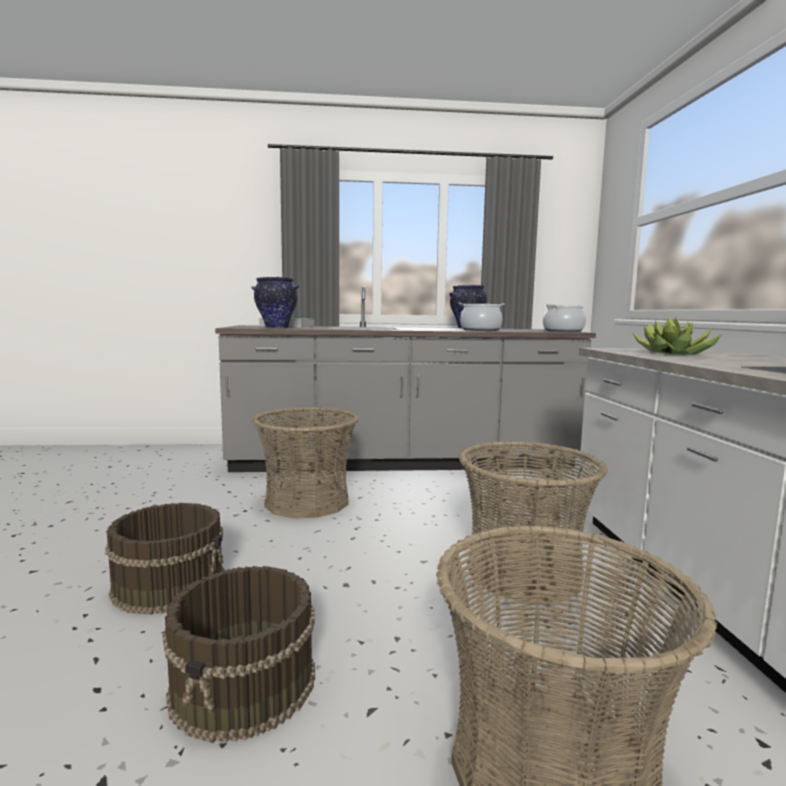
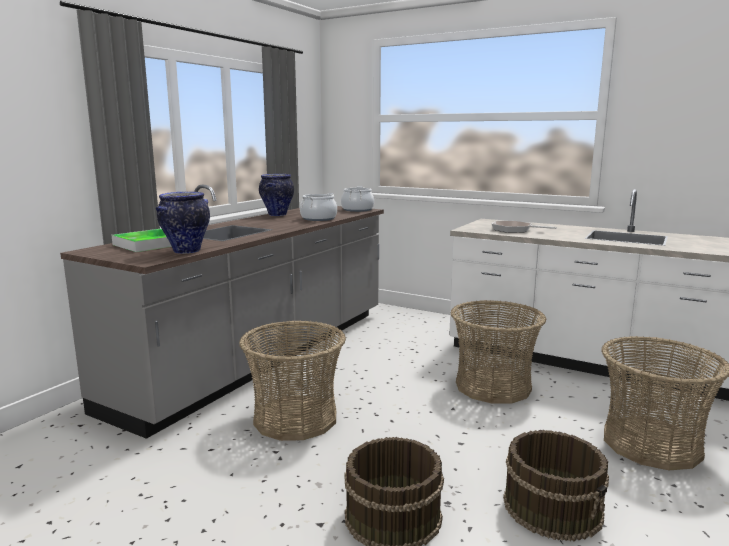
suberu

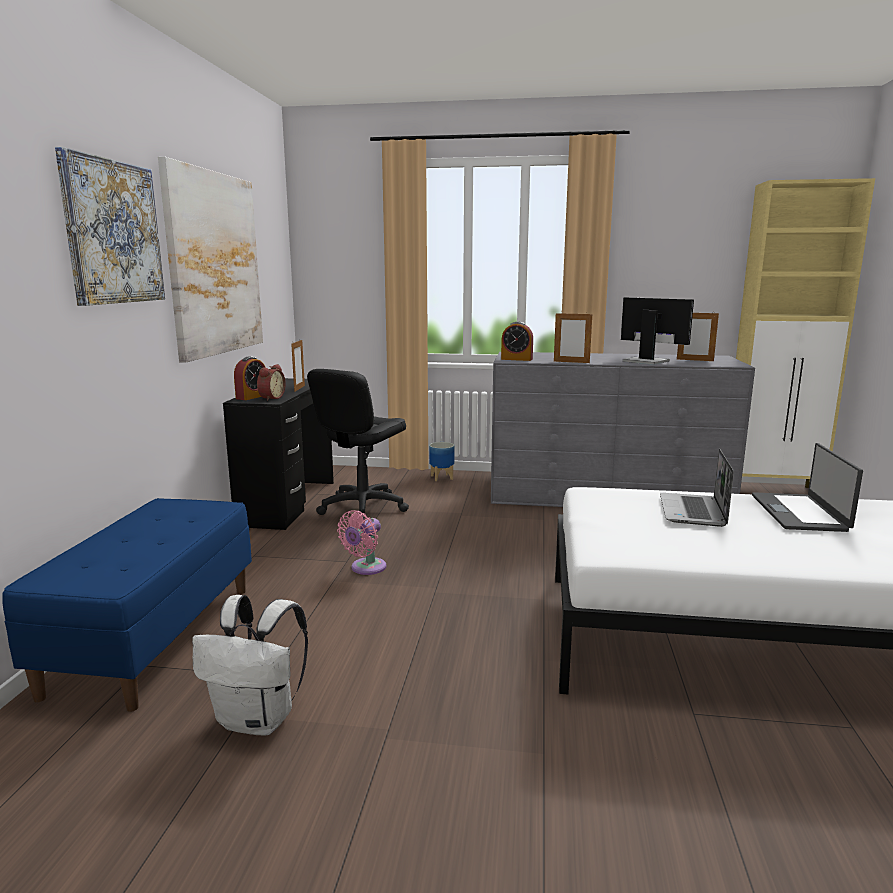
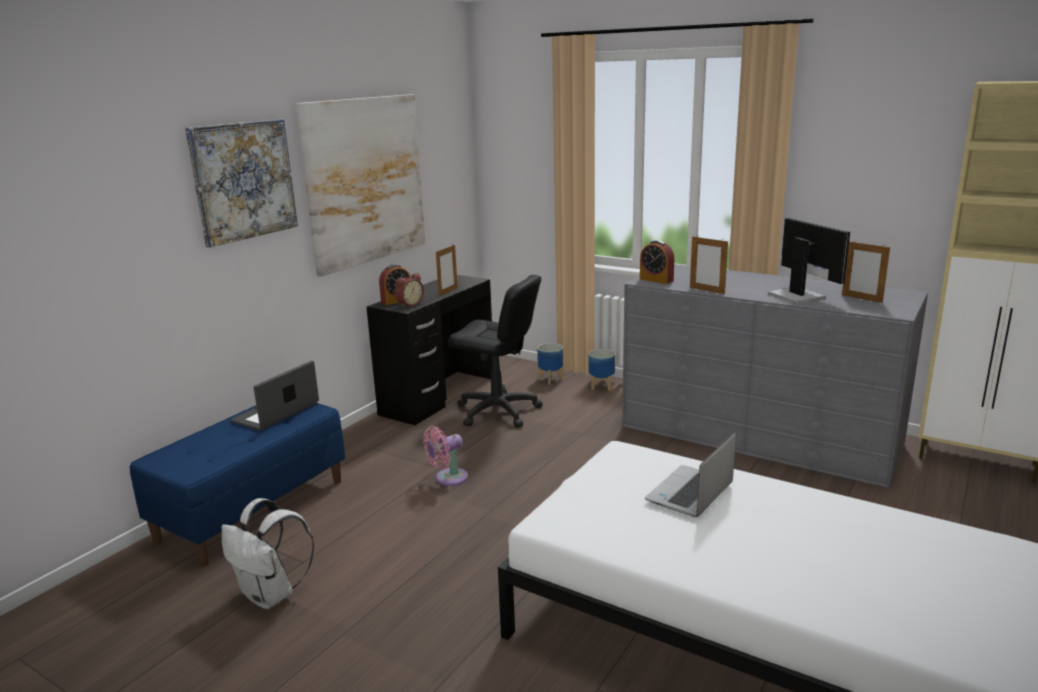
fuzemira (no. 1 from left)
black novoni
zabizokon (no. 1 from left)

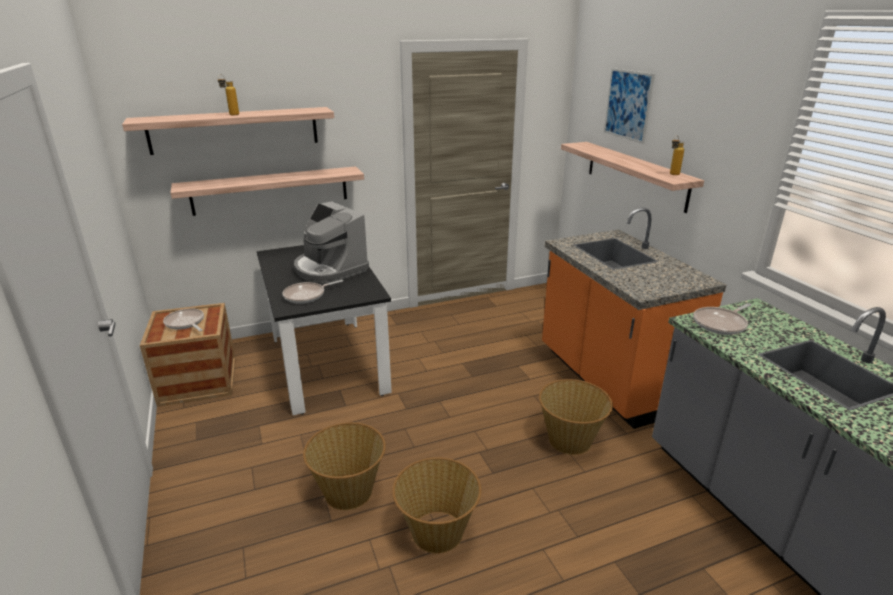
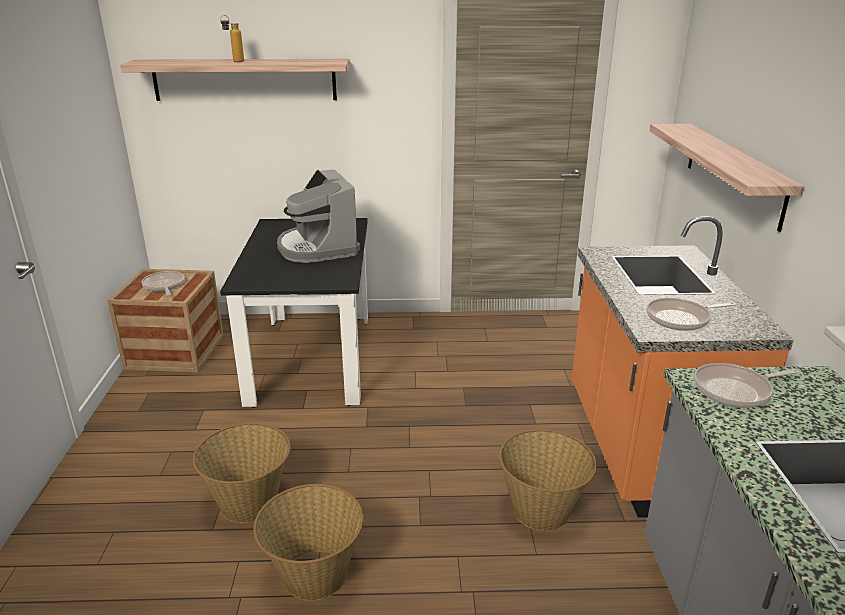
suberu (no. 2 from left)
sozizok (no. 2 from left in the first image)
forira
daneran (no. 2 from left in the first image)

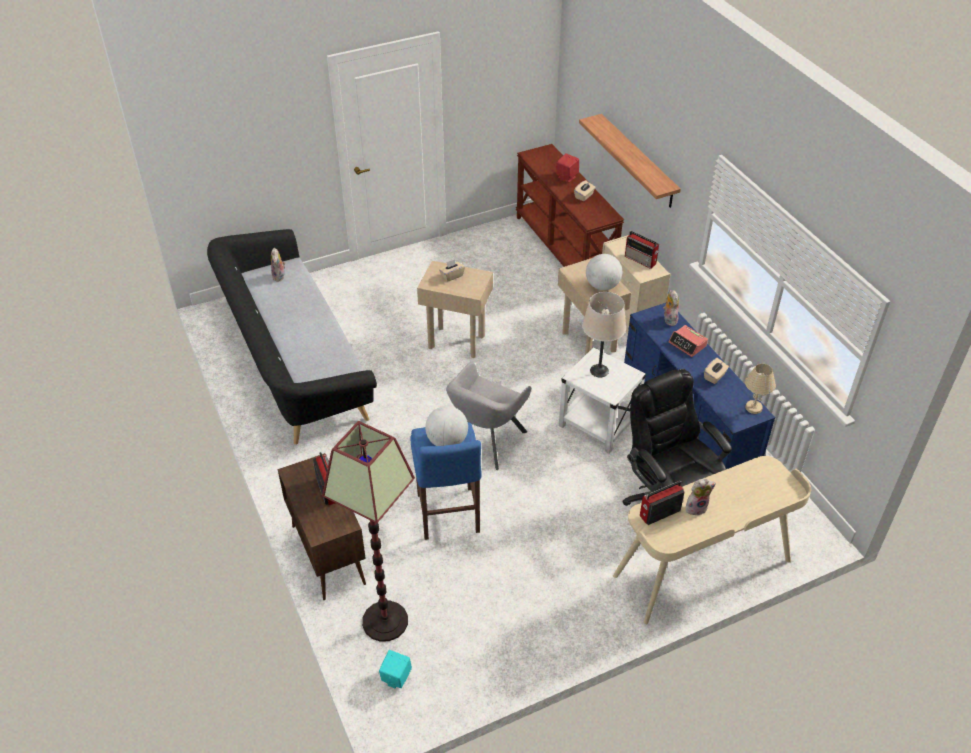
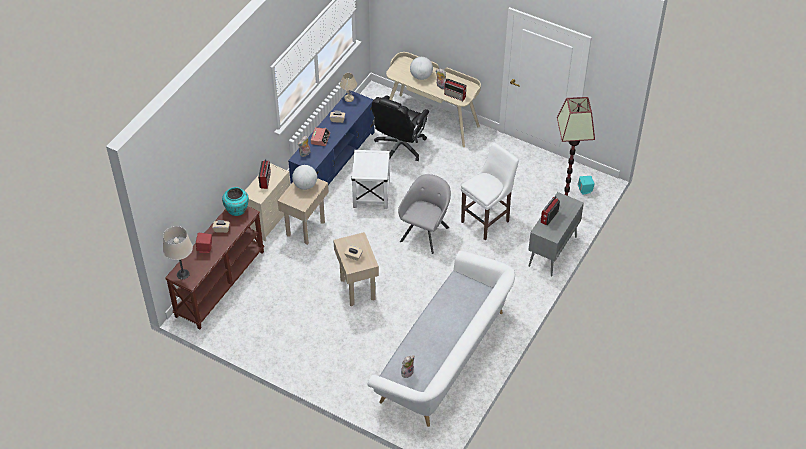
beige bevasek (no. 1 from left)
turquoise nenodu
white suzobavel
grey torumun
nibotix (no. 2 from left)
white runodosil
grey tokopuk
sozizok

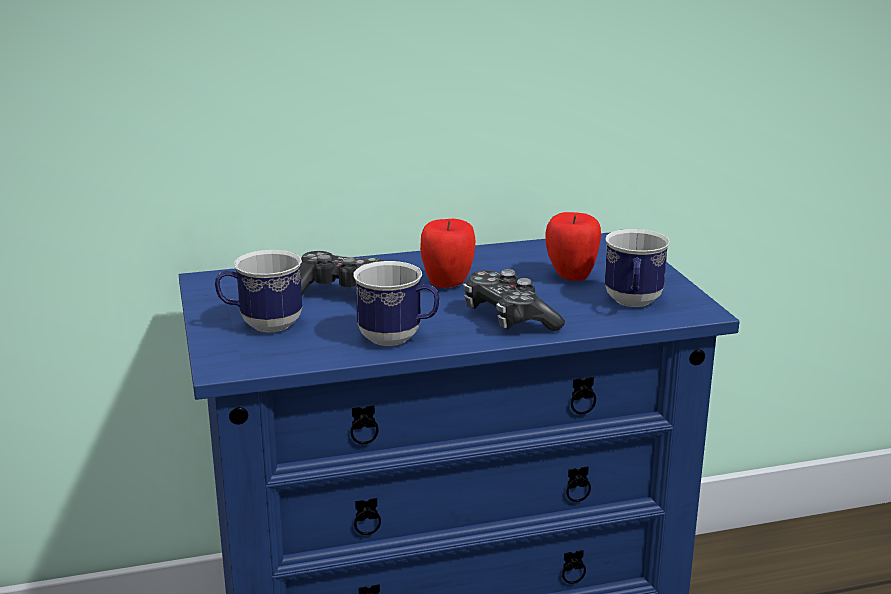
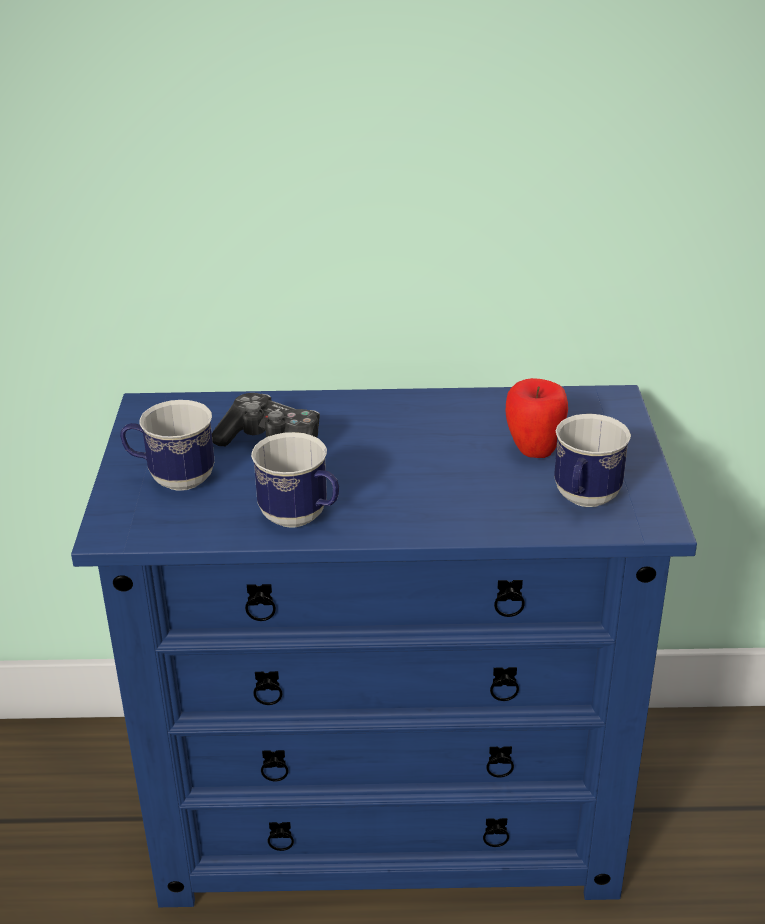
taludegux (no. 1 from left in the first image)
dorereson (no. 2 from left in the first image)

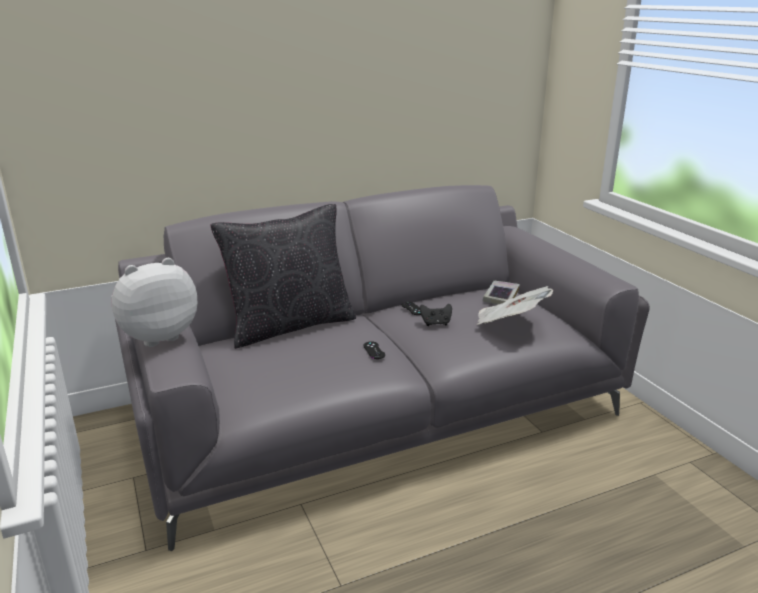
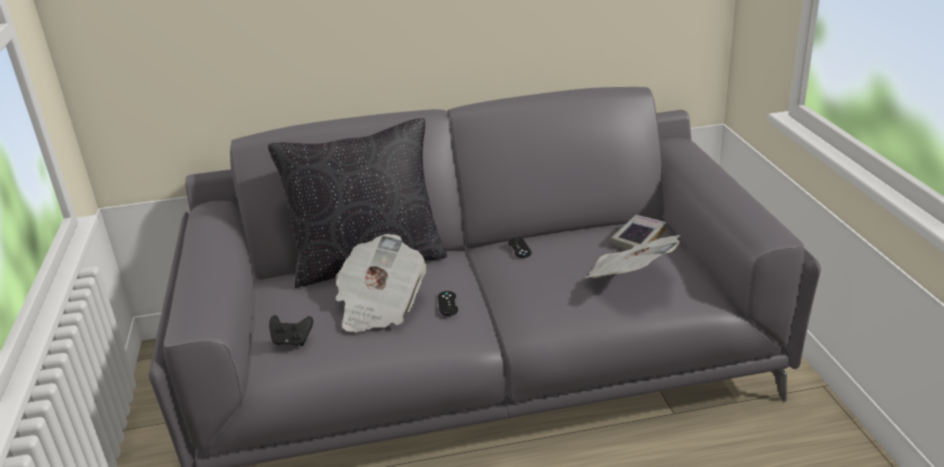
black dorereson (no. 1 from left)
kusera (no. 1 from left)
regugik

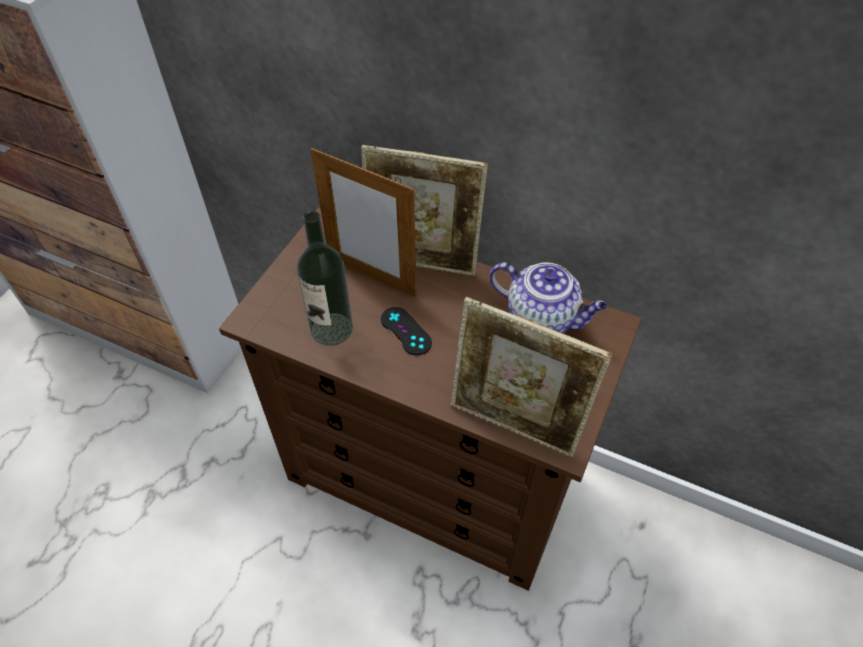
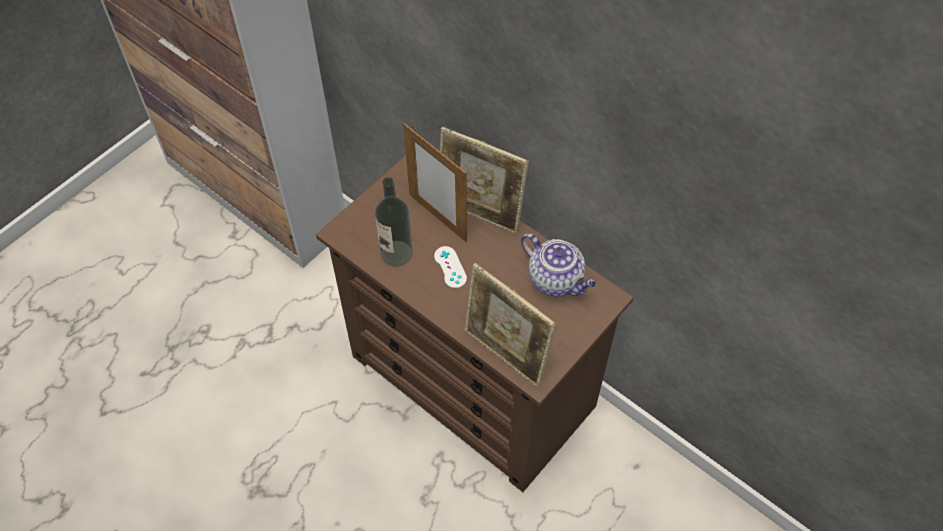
white dorereson

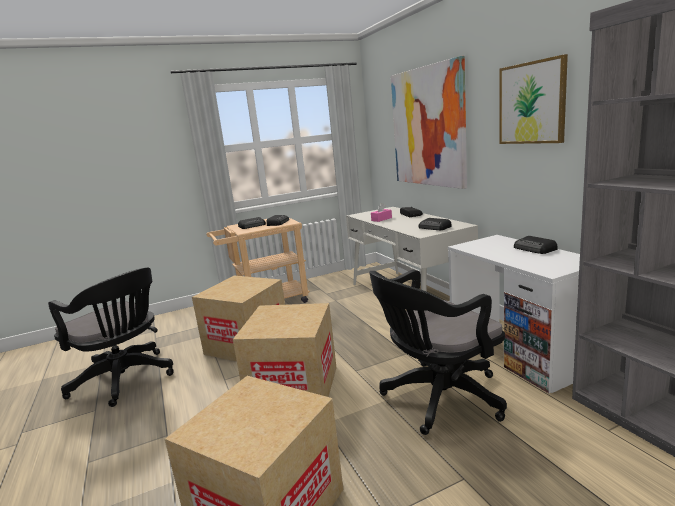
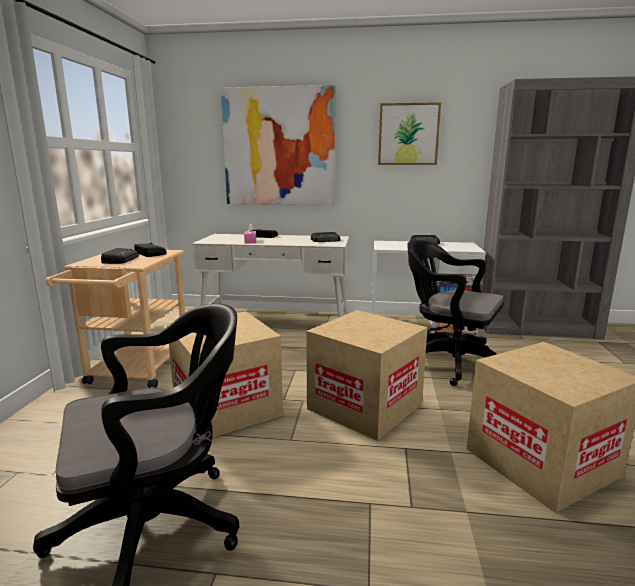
black novoni (no. 2 from left)

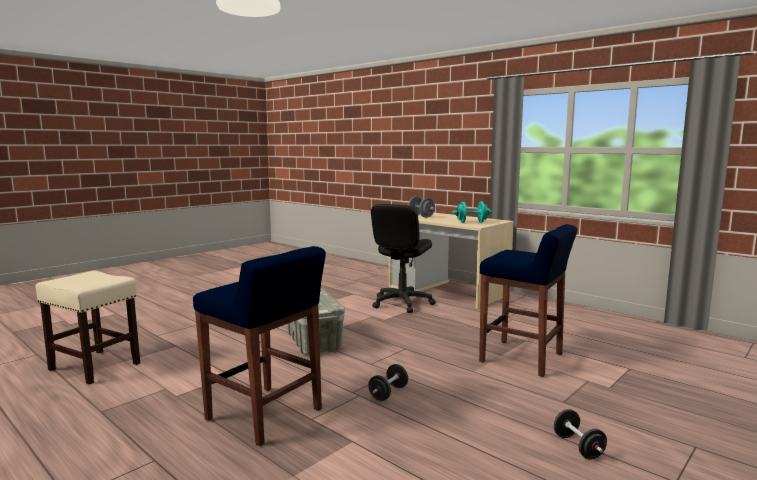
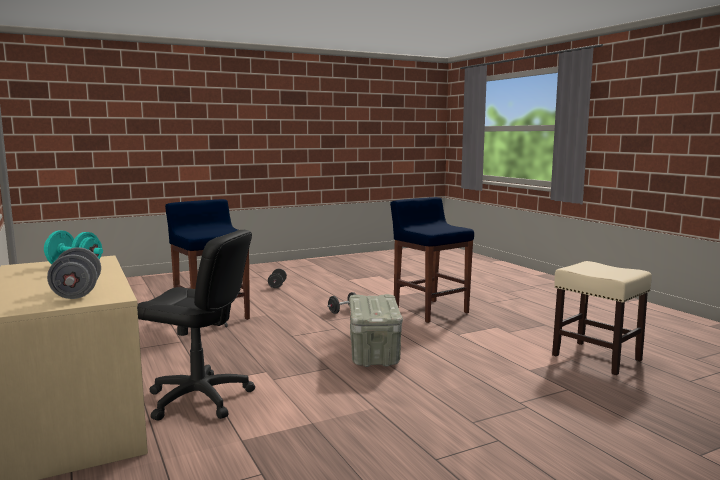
black novoni

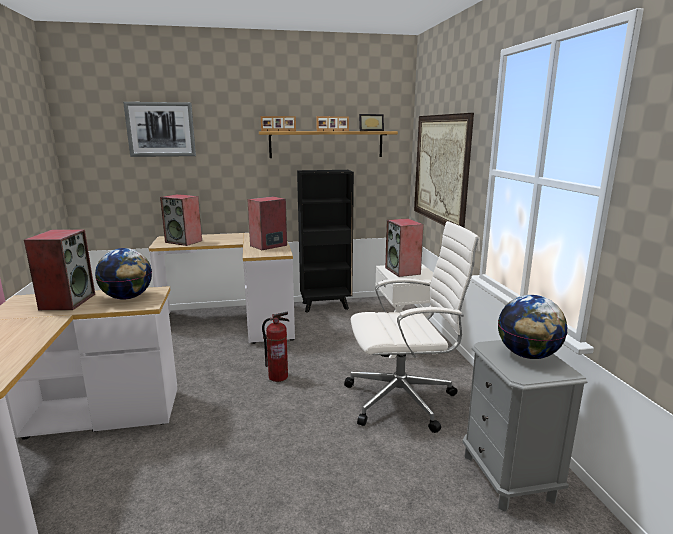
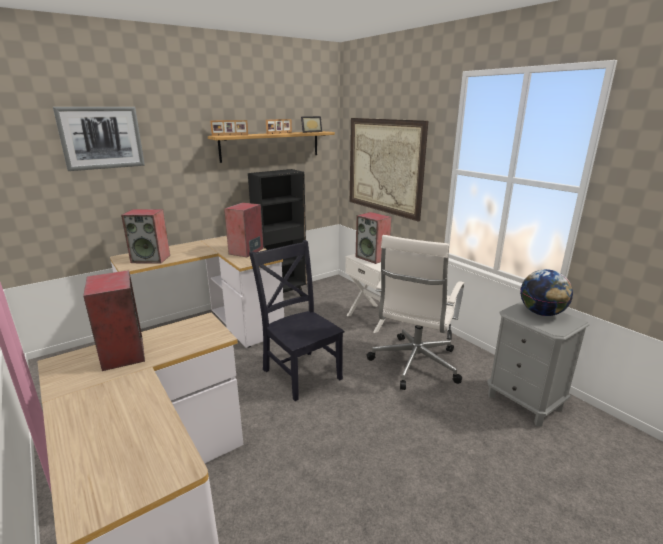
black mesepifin
white novoni
nibotix (no. 1 from left in the first image)

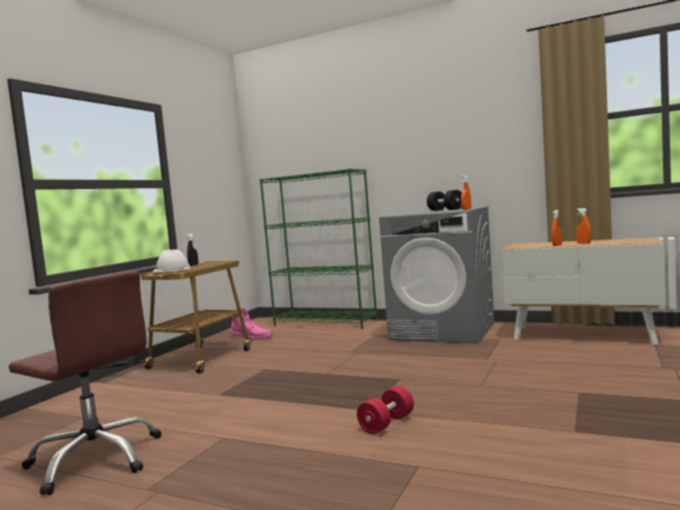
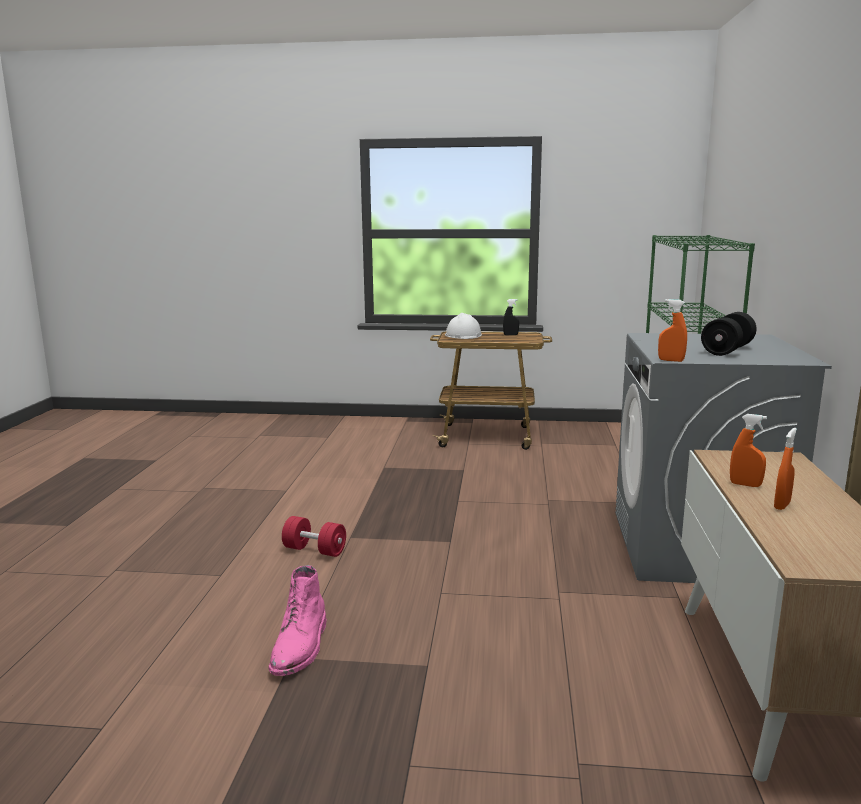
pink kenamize
brown novoni

